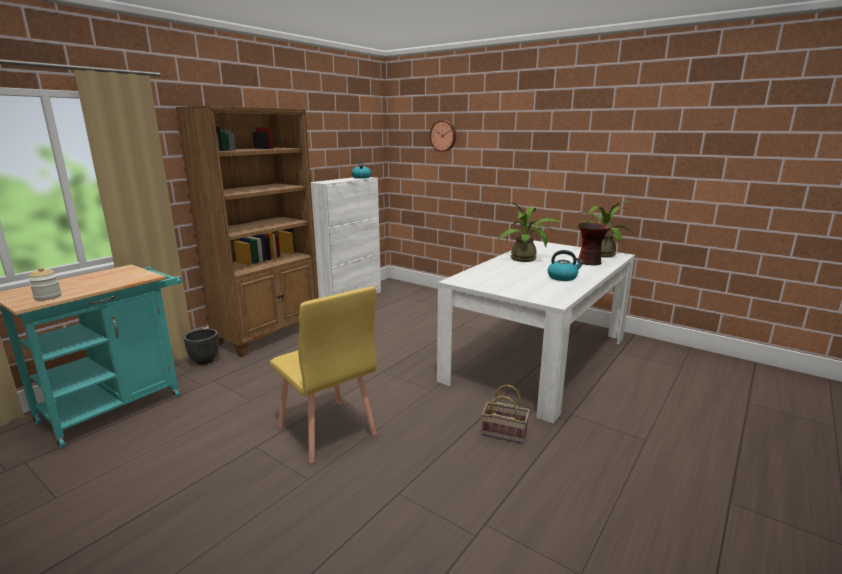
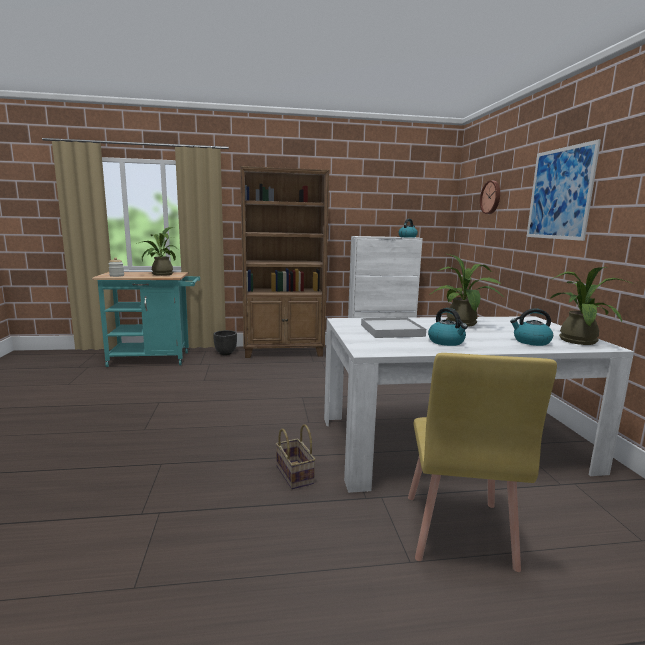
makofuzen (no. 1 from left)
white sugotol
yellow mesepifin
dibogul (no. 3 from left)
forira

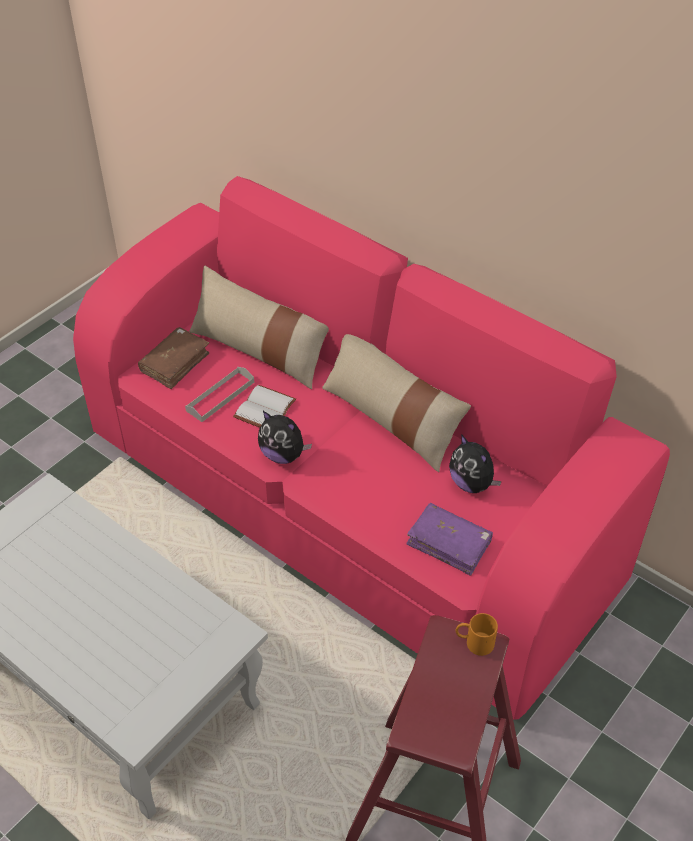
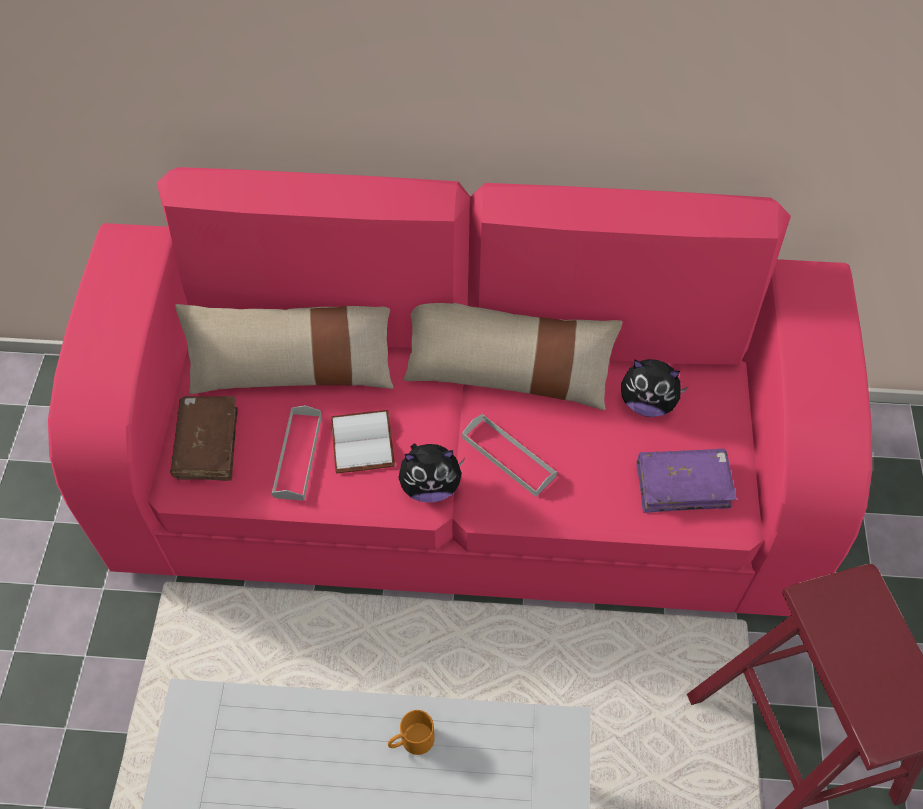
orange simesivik
grey sugotol (no. 2 from left)

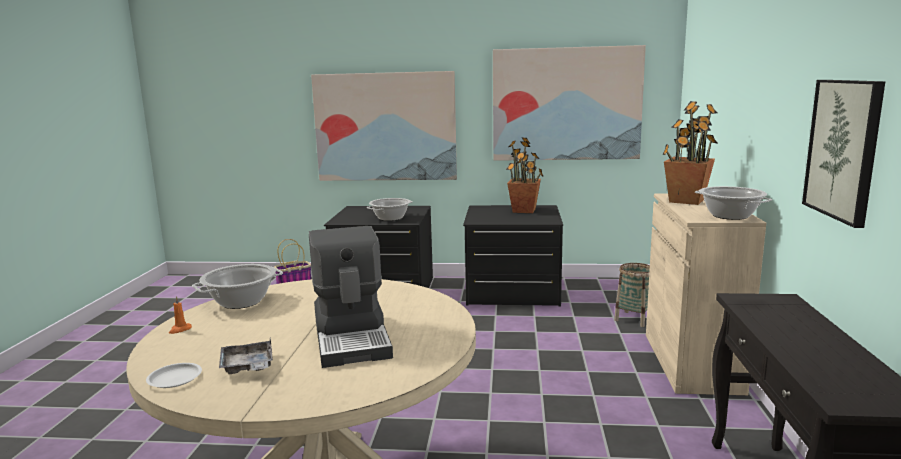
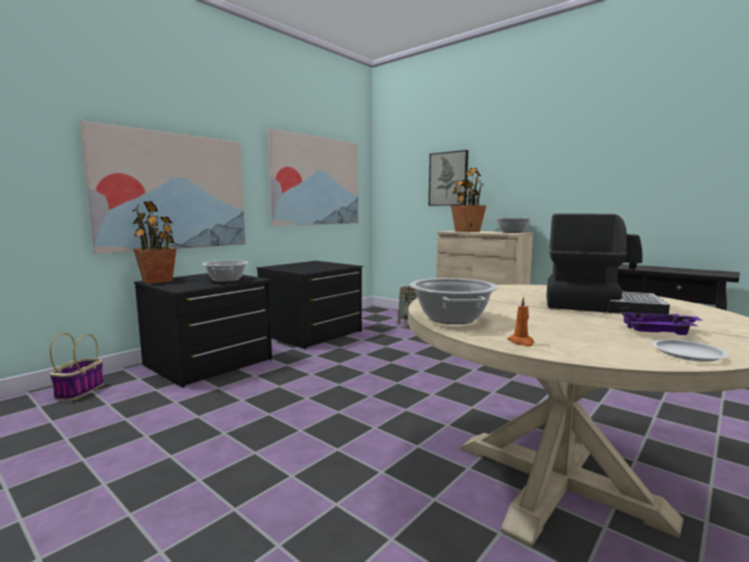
makofuzen (no. 1 from left)
forira (no. 3 from left)
purple sugotol

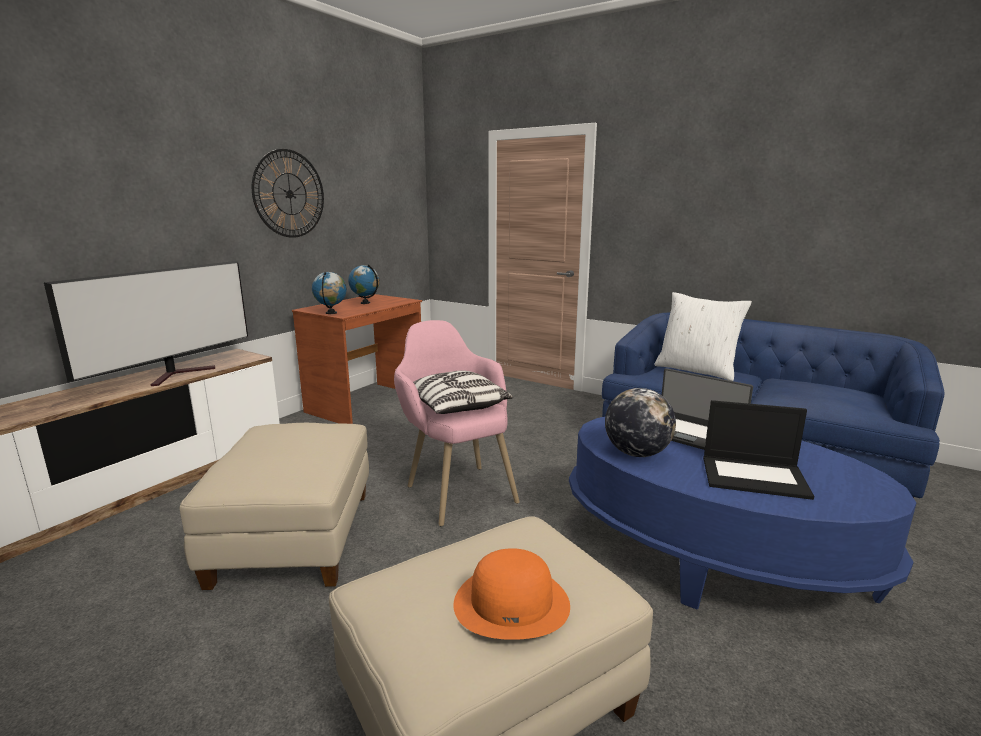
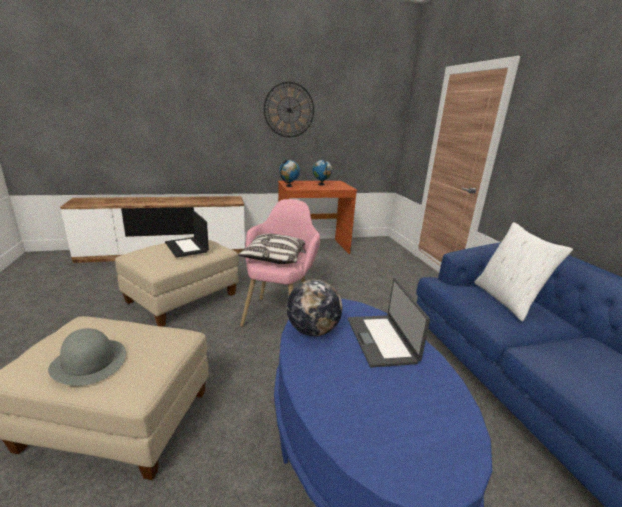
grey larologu
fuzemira (no. 1 from left)
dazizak

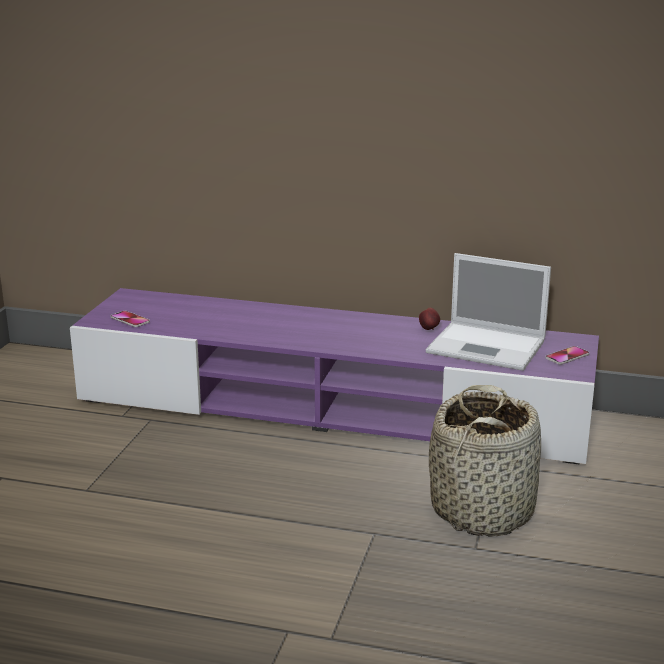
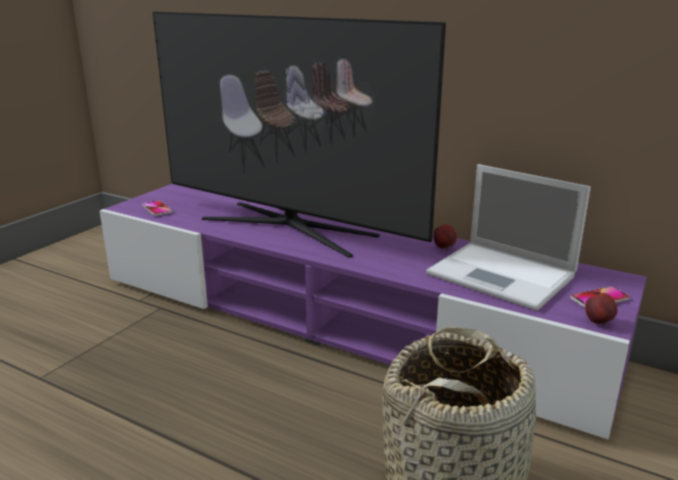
dazizak
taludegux (no. 2 from left)

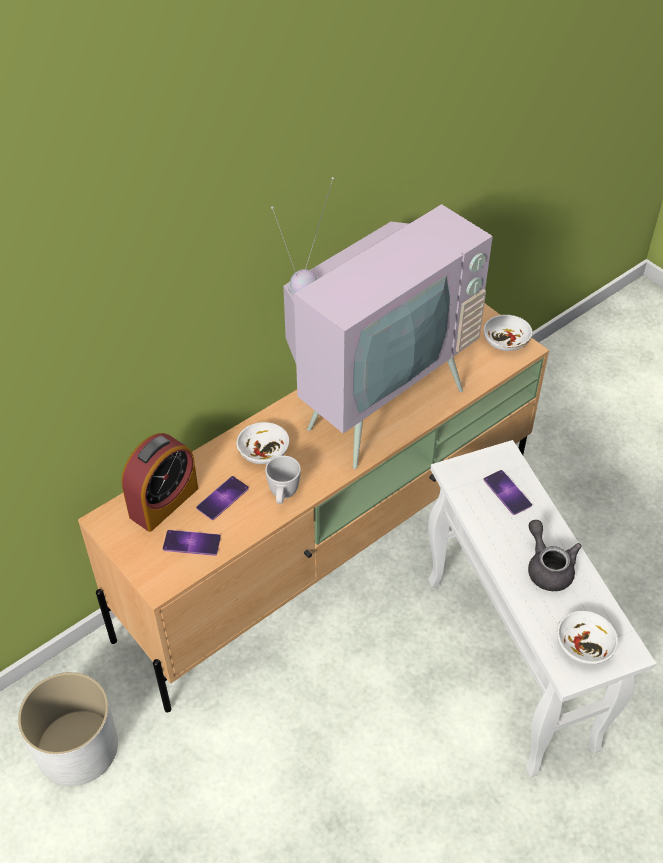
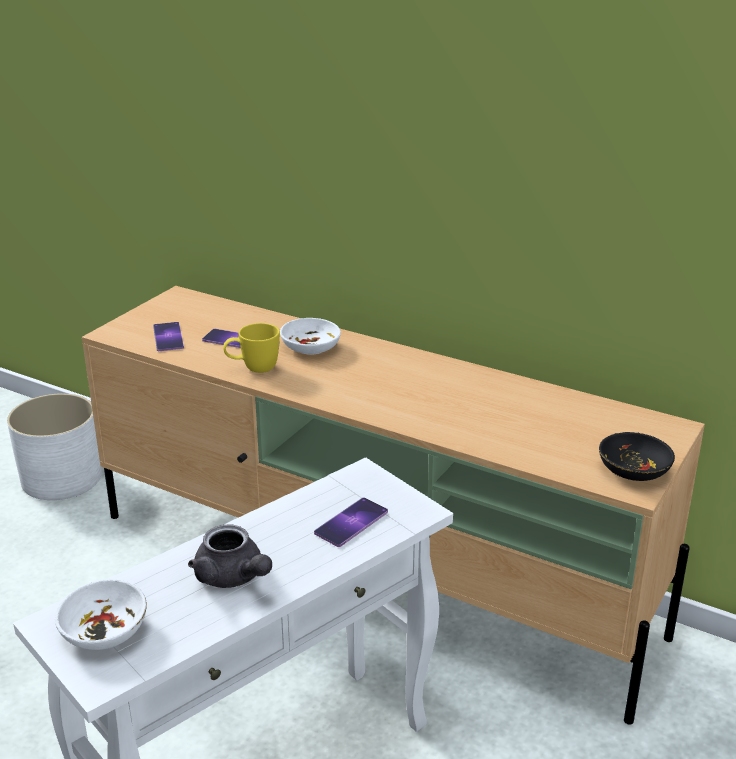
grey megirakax
yellow simesivik
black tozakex
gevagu
dazizak

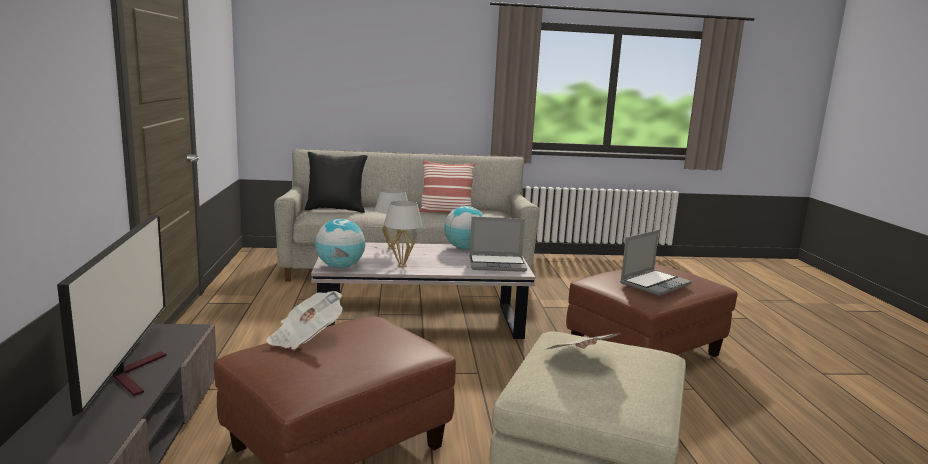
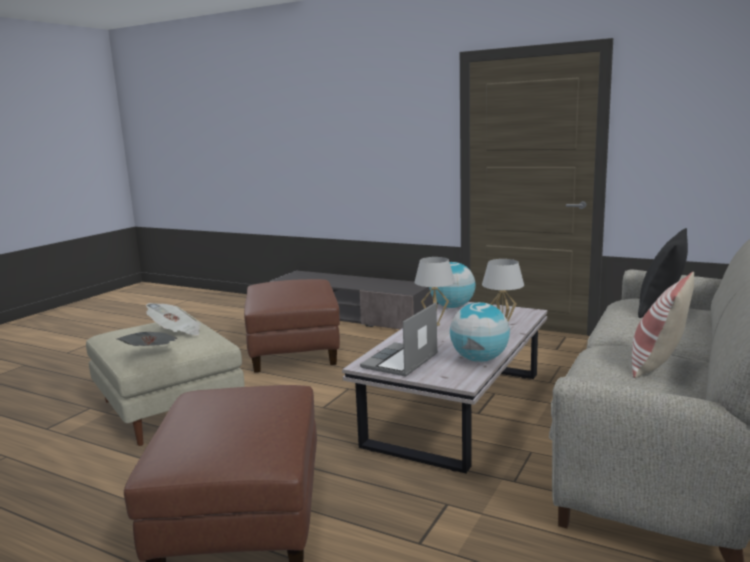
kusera (no. 1 from left)
dazizak
fuzemira (no. 2 from left in the first image)

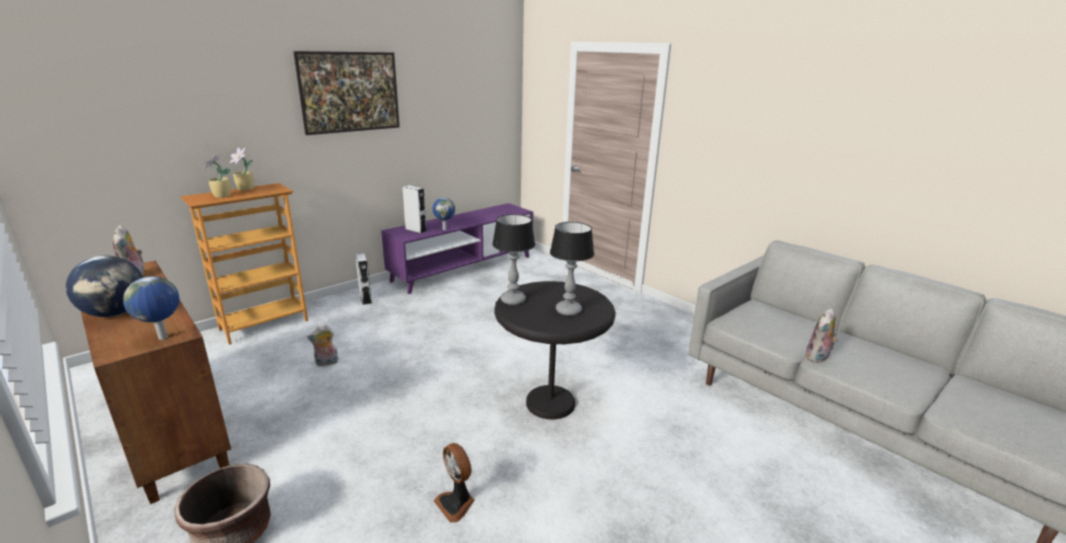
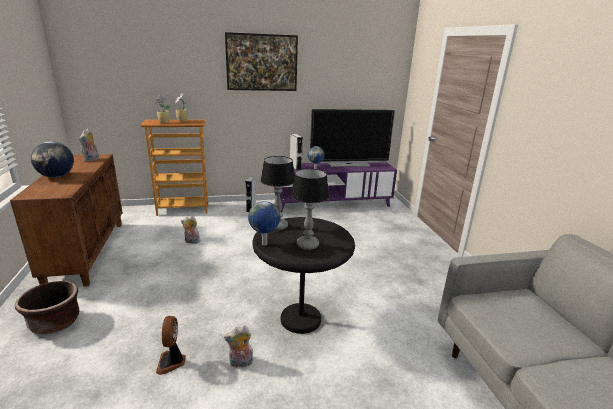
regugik (no. 3 from left)
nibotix (no. 2 from left)
dazizak

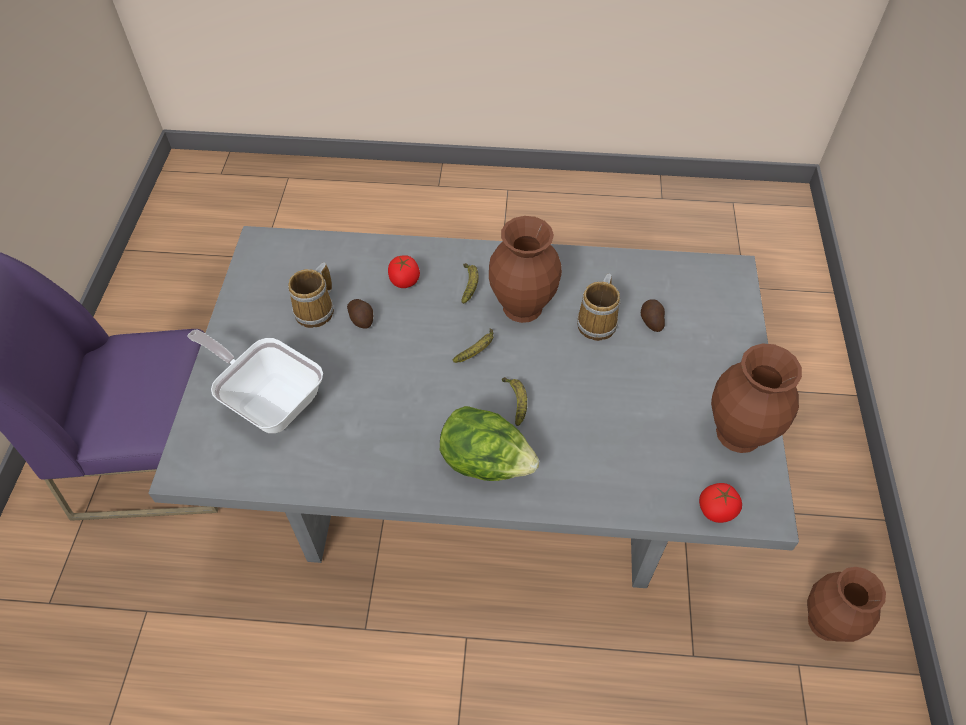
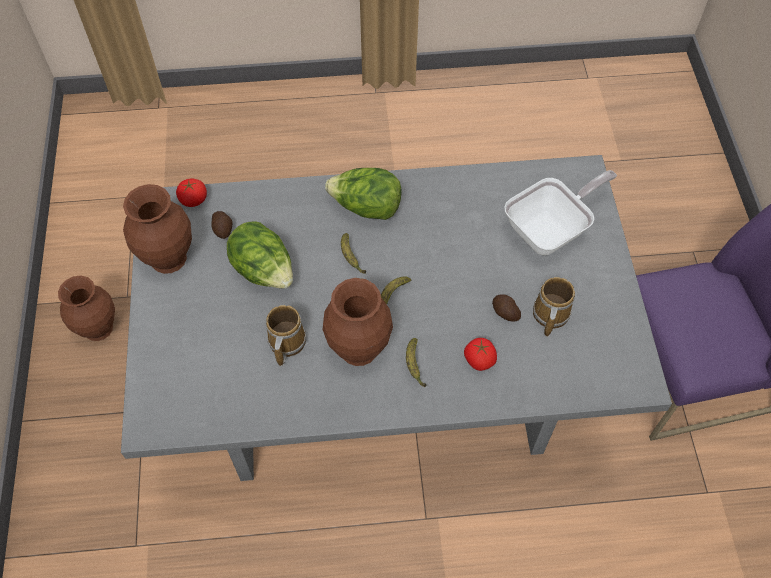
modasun (no. 1 from left)
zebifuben (no. 1 from left)
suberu

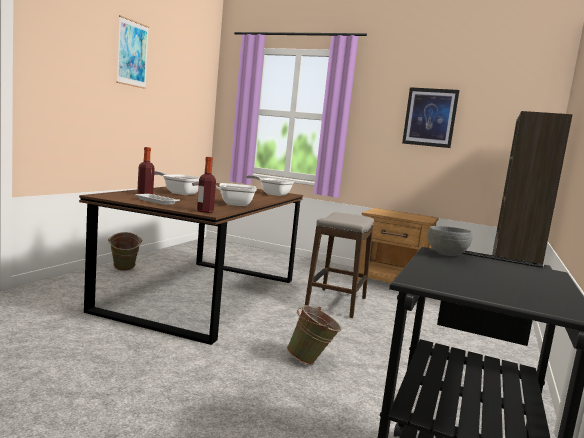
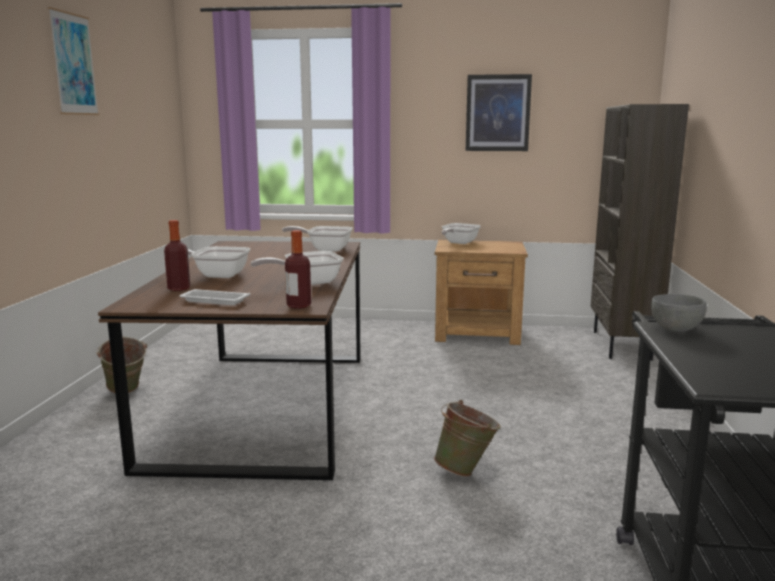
suberu (no. 4 from left)
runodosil

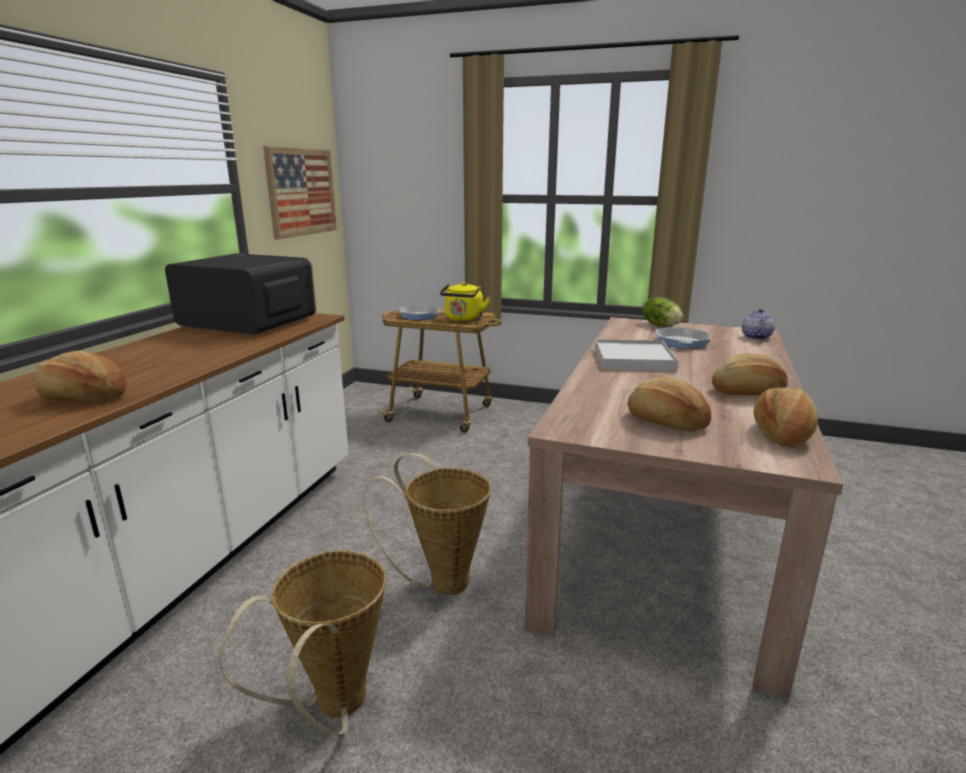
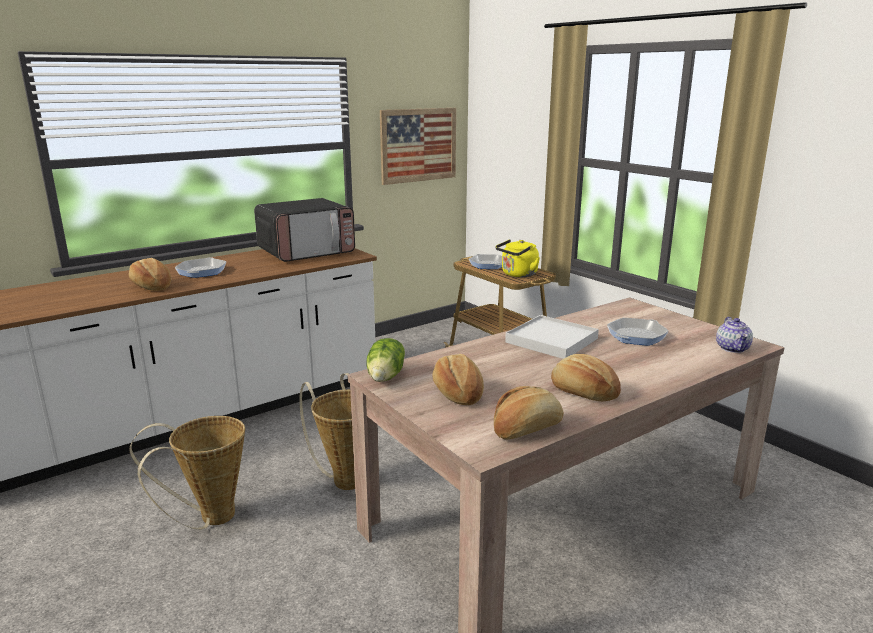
suberu (no. 1 from left)
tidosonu
zebifuben
megirakax

